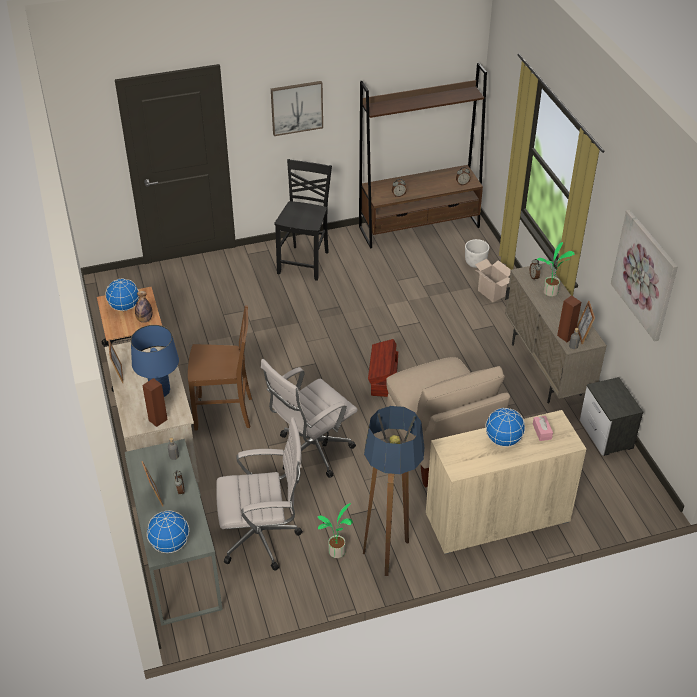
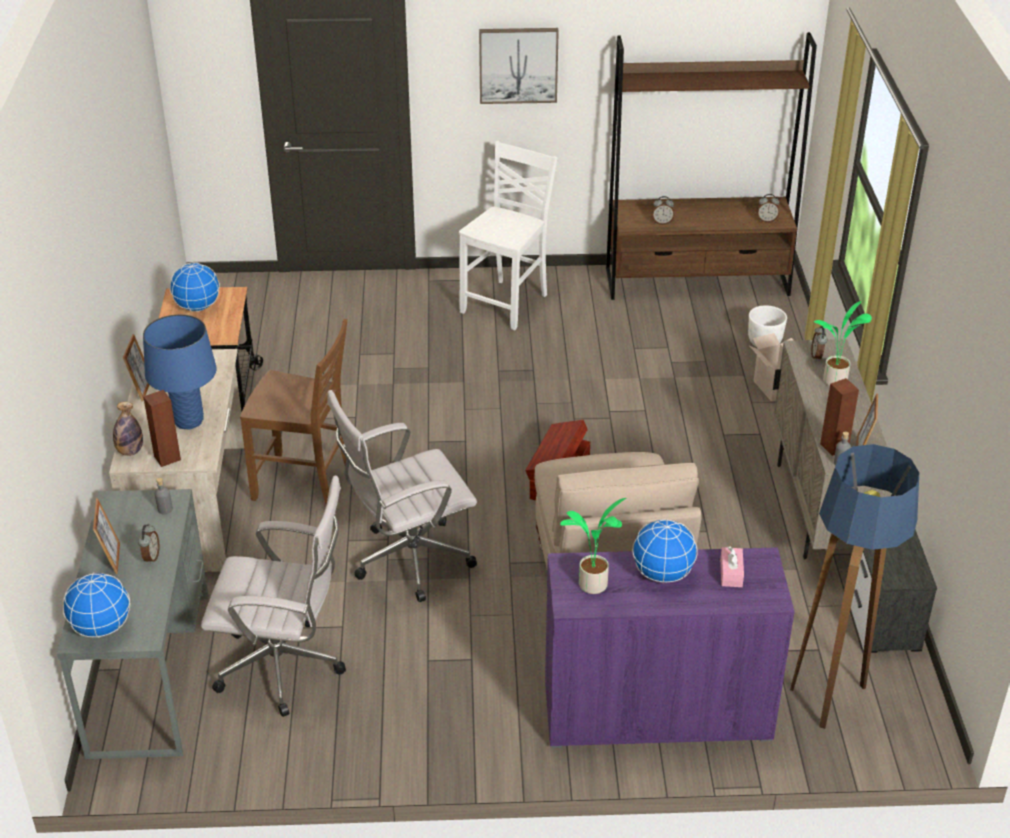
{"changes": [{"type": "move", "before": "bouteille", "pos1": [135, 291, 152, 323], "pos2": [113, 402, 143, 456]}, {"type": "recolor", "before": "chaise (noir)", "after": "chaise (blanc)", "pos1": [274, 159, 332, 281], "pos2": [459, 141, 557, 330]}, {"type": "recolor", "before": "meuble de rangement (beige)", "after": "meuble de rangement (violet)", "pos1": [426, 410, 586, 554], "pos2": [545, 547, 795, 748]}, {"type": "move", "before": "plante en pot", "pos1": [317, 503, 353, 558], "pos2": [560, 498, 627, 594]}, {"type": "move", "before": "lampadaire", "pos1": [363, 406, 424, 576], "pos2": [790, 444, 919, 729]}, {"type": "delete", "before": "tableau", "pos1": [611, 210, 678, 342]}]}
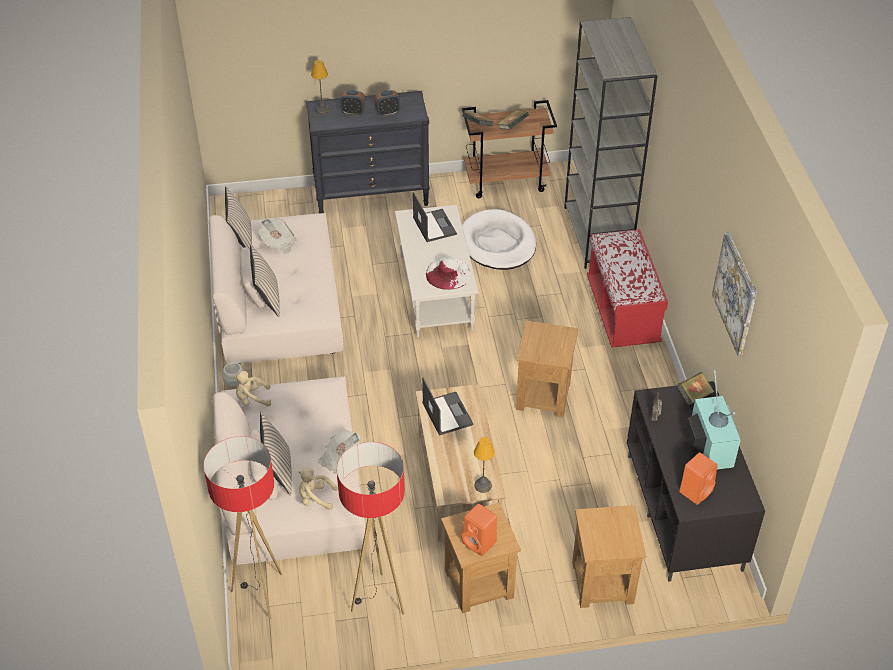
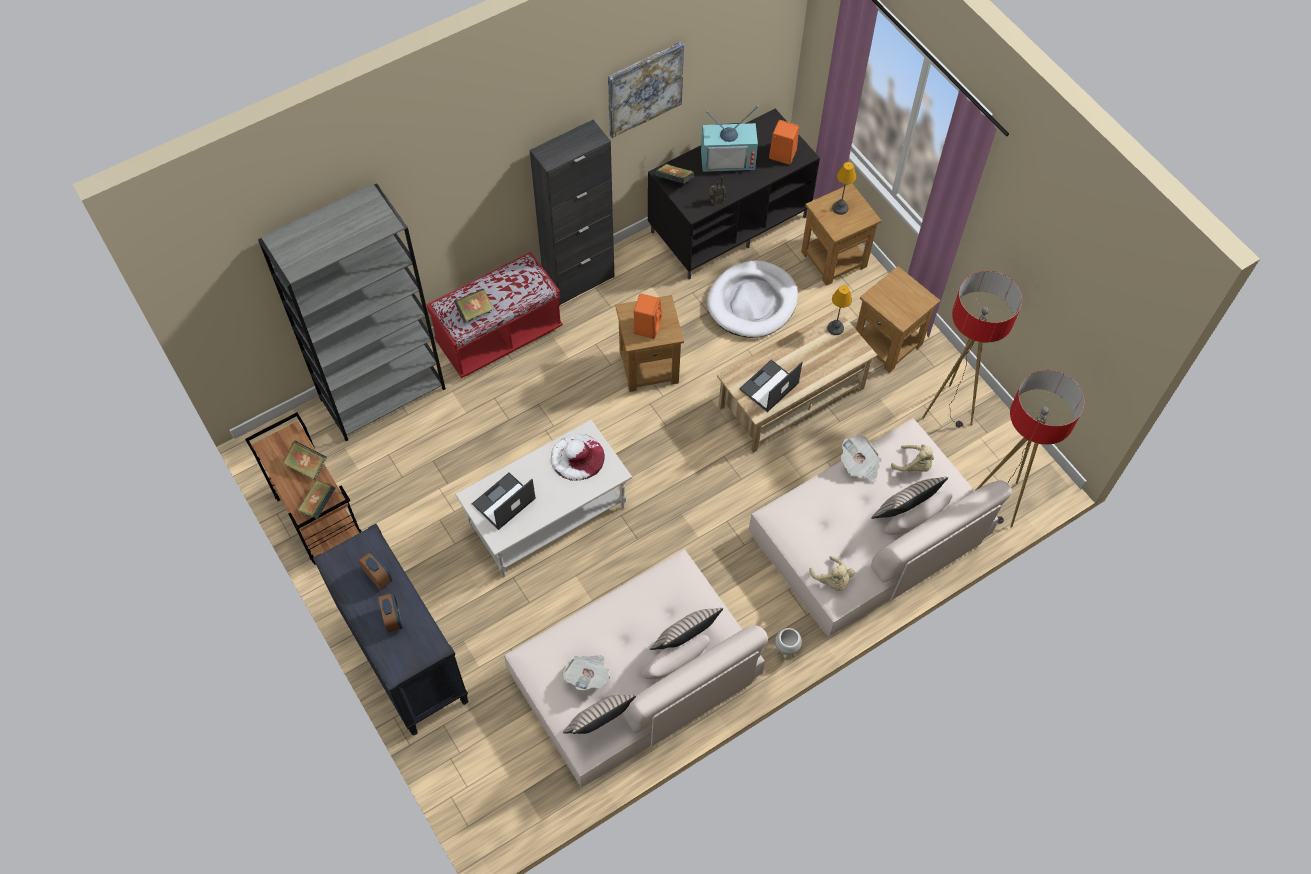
{"changes": [{"type": "insert", "after": "livre", "pos2": [454, 289, 494, 323]}, {"type": "insert", "after": "meuble de rangement (noir)", "pos2": [530, 120, 614, 306]}, {"type": "move", "before": "enceinte (orange)", "pos1": [462, 504, 497, 556], "pos2": [634, 294, 662, 339]}, {"type": "rotate", "before": "téléviseur", "pos1": [684, 370, 741, 470], "pos2": [701, 105, 759, 172], "turn": -150}, {"type": "move", "before": "panier pour chien (blanc)", "pos1": [462, 209, 536, 270], "pos2": [707, 260, 798, 338]}, {"type": "move", "before": "lampe de table", "pos1": [311, 60, 329, 114], "pos2": [832, 162, 856, 215]}, {"type": "rotate", "before": "peluche (beige)", "pos1": [298, 468, 338, 510], "pos2": [891, 444, 934, 472], "turn": -45}]}
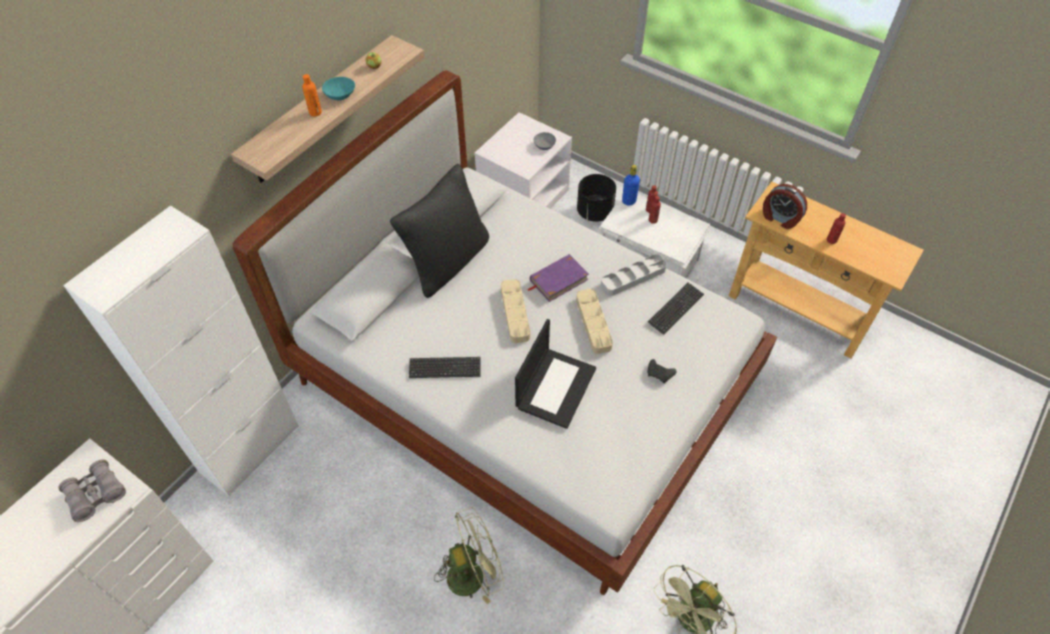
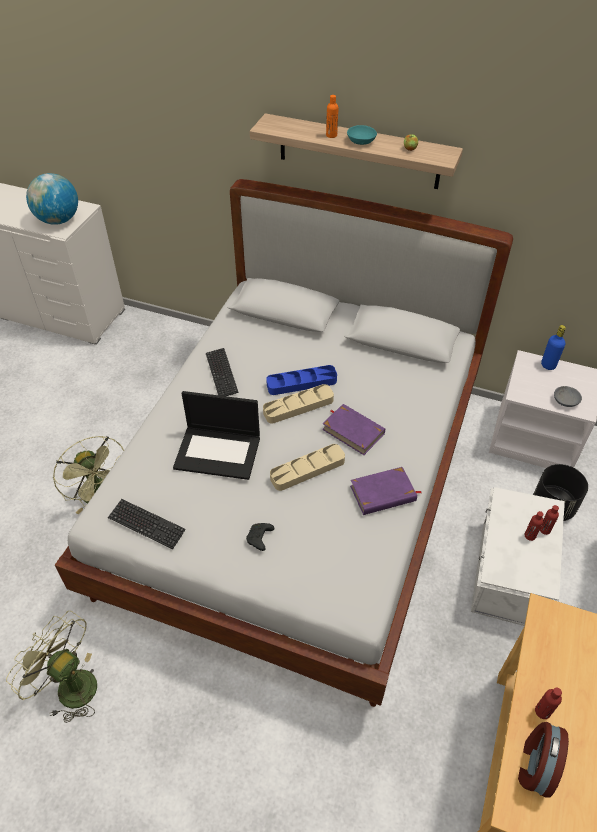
{"changes": [{"type": "replace", "before": "jumelles (gris)", "after": "globe", "pos1": [58, 460, 126, 522], "pos2": [26, 173, 78, 225]}, {"type": "move", "before": "clavier", "pos1": [648, 282, 704, 335], "pos2": [108, 499, 186, 549]}, {"type": "insert", "after": "plateau (bleu)", "pos2": [266, 365, 337, 395]}, {"type": "replace", "before": "plateau (gris)", "after": "livre (violet)", "pos1": [601, 254, 667, 296], "pos2": [350, 467, 422, 515]}, {"type": "move", "before": "réveil", "pos1": [763, 184, 807, 229], "pos2": [518, 722, 569, 798]}, {"type": "move", "before": "bouteille (bleu)", "pos1": [622, 165, 640, 206], "pos2": [541, 325, 566, 370]}, {"type": "delete", "before": "meuble de rangement (blanc)", "pos1": [63, 205, 299, 496]}, {"type": "delete", "before": "coussin (noir)", "pos1": [390, 164, 489, 298]}]}
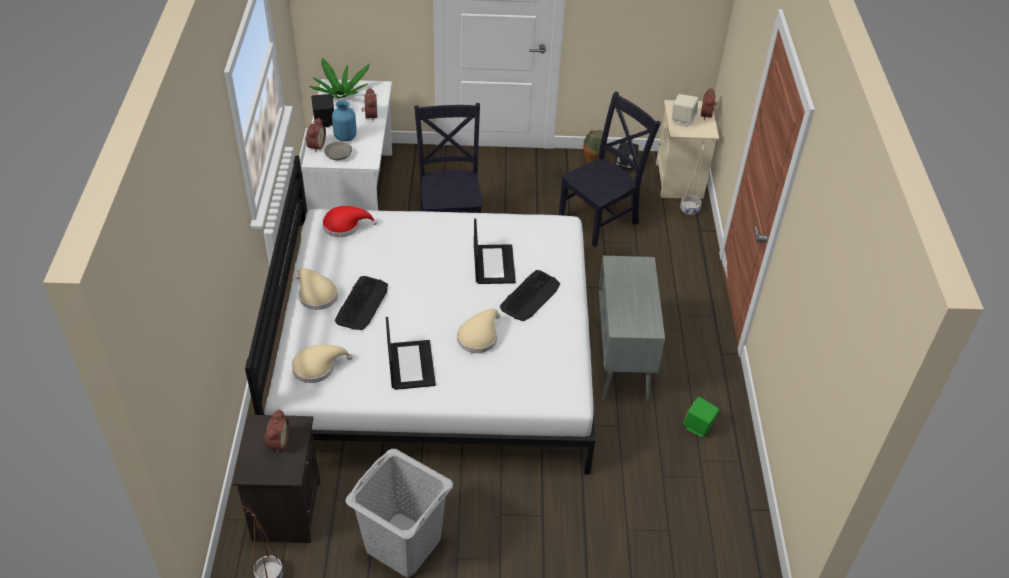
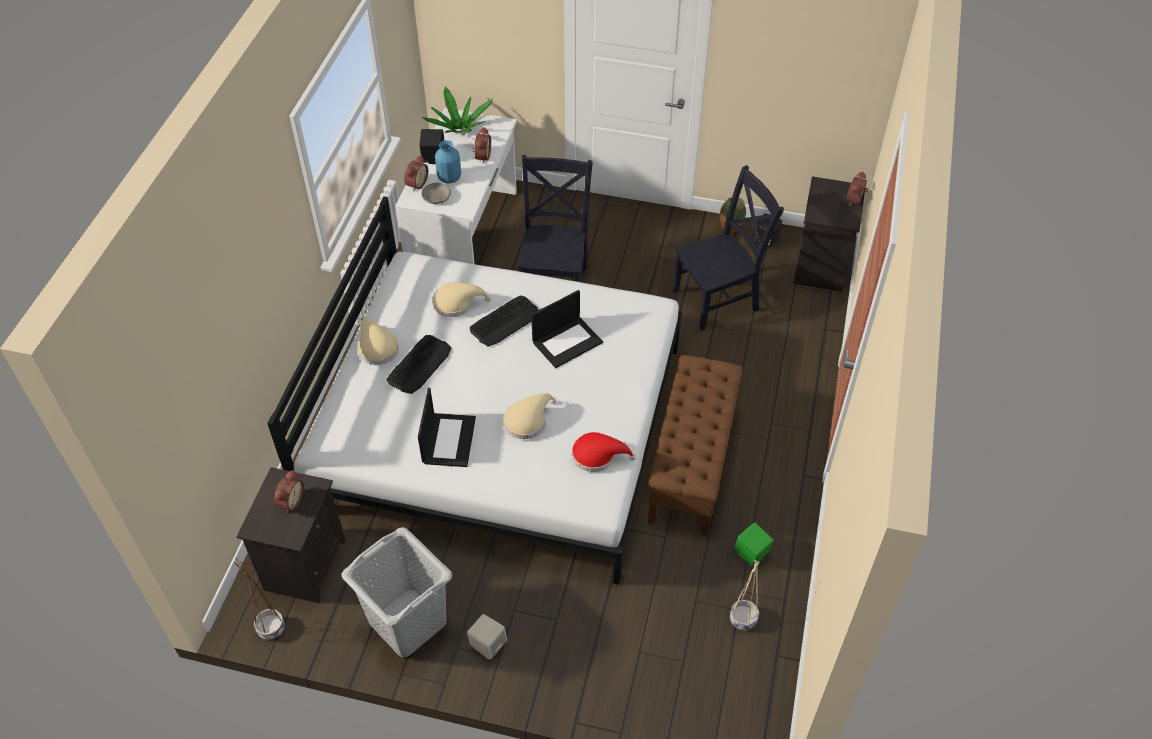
{"changes": [{"type": "move", "before": "chapeau (beige)", "pos1": [292, 345, 353, 383], "pos2": [432, 282, 491, 317]}, {"type": "move", "before": "enceinte (beige)", "pos1": [672, 94, 698, 127], "pos2": [467, 614, 507, 659]}, {"type": "move", "before": "clavier", "pos1": [500, 270, 560, 321], "pos2": [470, 295, 538, 346]}, {"type": "rotate", "before": "ordinateur portable", "pos1": [474, 218, 516, 284], "pos2": [531, 290, 603, 368], "turn": 45}, {"type": "move", "before": "chapeau (rouge)", "pos1": [322, 206, 377, 237], "pos2": [572, 432, 636, 472]}, {"type": "replace", "before": "meuble de rangement (gris)", "after": "banc (marron)", "pos1": [597, 256, 665, 401], "pos2": [648, 355, 743, 536]}, {"type": "move", "before": "cache-pot (beige)", "pos1": [680, 140, 707, 215], "pos2": [730, 560, 759, 630]}, {"type": "recolor", "before": "table de chevet (beige)", "after": "table de chevet (noir)", "pos1": [656, 100, 719, 199], "pos2": [794, 176, 866, 292]}]}
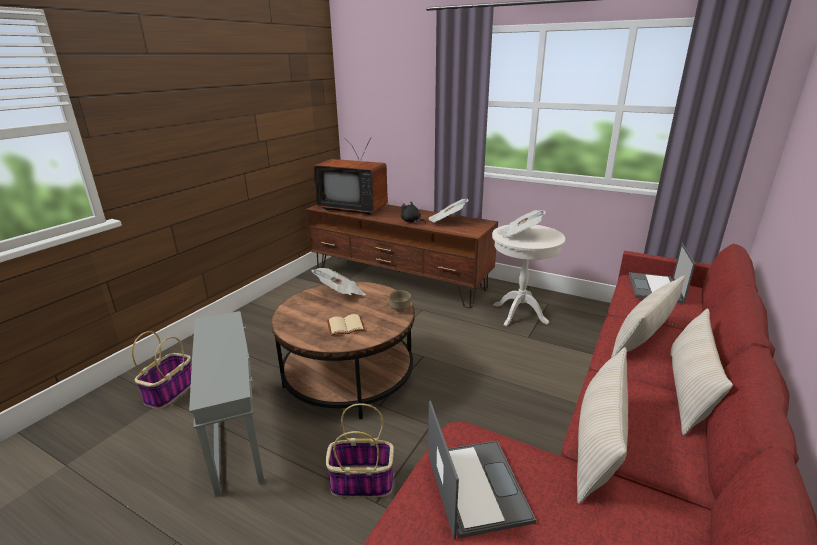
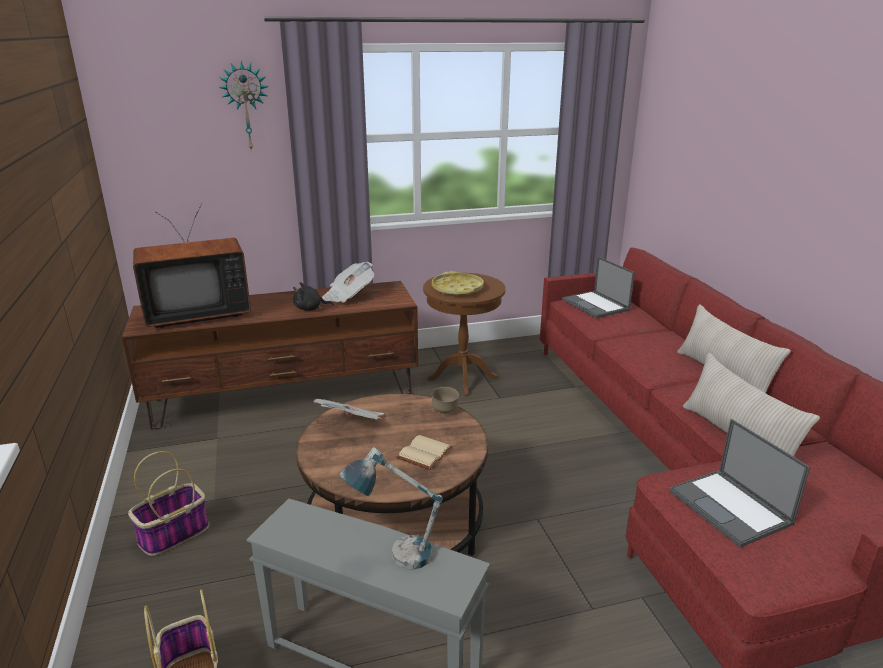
{"changes": [{"type": "move", "before": "panier", "pos1": [326, 403, 394, 497], "pos2": [128, 451, 209, 556]}, {"type": "insert", "after": "horloge murale", "pos2": [219, 61, 269, 152]}, {"type": "insert", "after": "lampe de table", "pos2": [339, 447, 443, 570]}, {"type": "recolor", "before": "table d'appoint (blanc)", "after": "table d'appoint (marron)", "pos1": [492, 224, 565, 326], "pos2": [423, 273, 506, 396]}, {"type": "replace", "before": "journal", "after": "plateau (jaune)", "pos1": [497, 210, 546, 238], "pos2": [432, 271, 483, 295]}, {"type": "rotate", "before": "ordinateur portable", "pos1": [428, 400, 536, 539], "pos2": [669, 419, 810, 548], "turn": -150}, {"type": "delete", "before": "coussin (beige)", "pos1": [611, 276, 685, 358]}]}
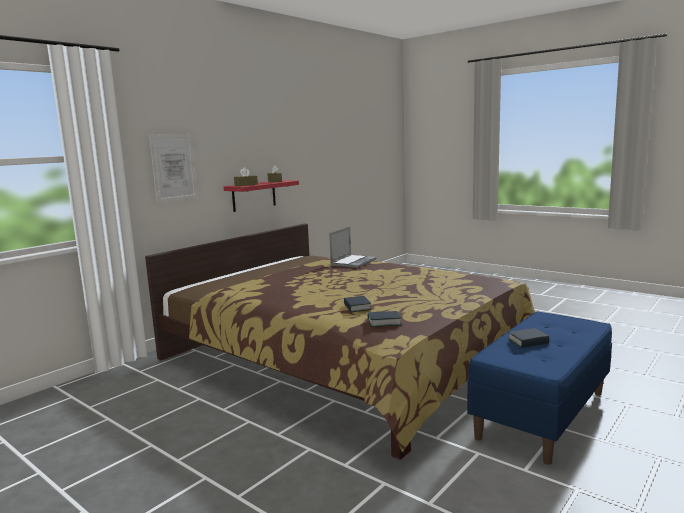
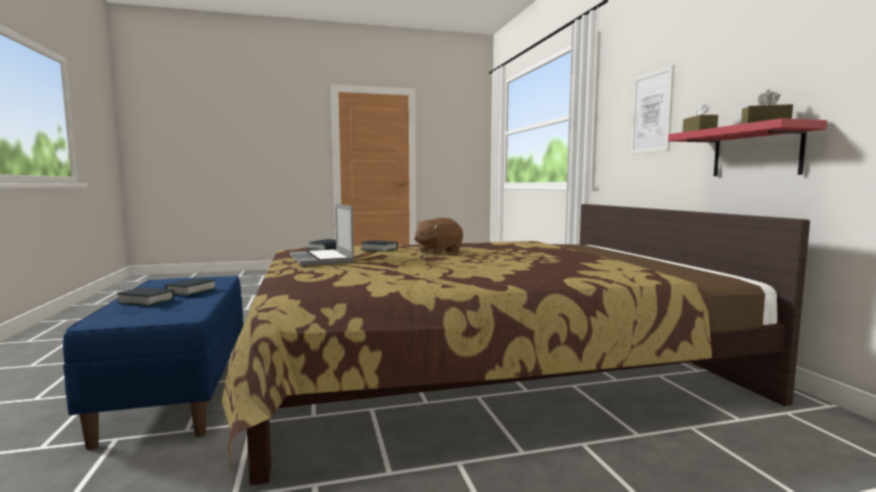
{"changes": [{"type": "insert", "after": "livre", "pos2": [117, 287, 175, 306]}, {"type": "move", "before": "ordinateur portable", "pos1": [329, 227, 376, 268], "pos2": [290, 204, 354, 266]}, {"type": "insert", "after": "peluche (marron)", "pos2": [414, 218, 463, 255]}]}
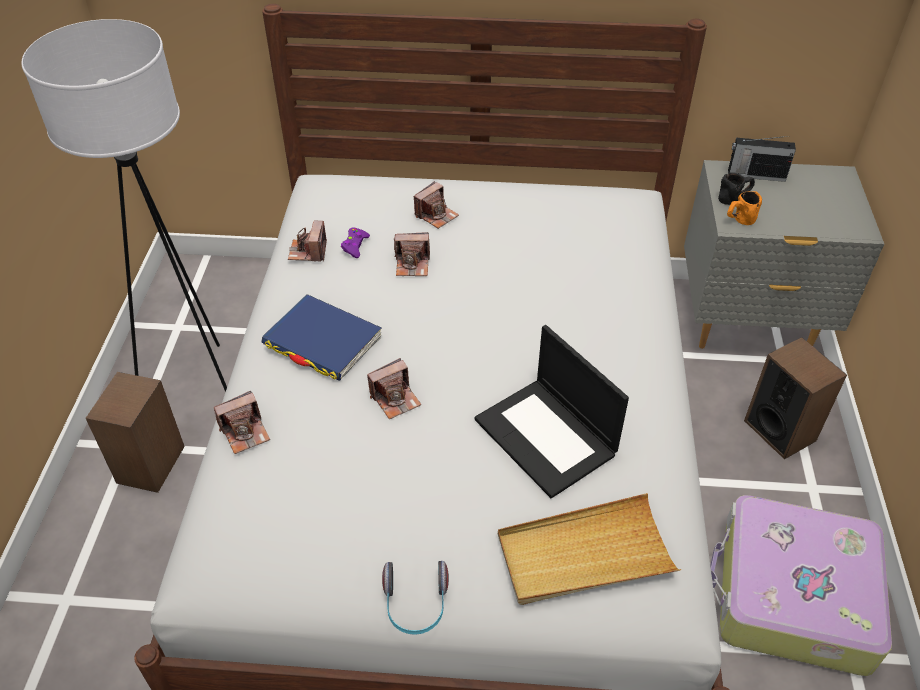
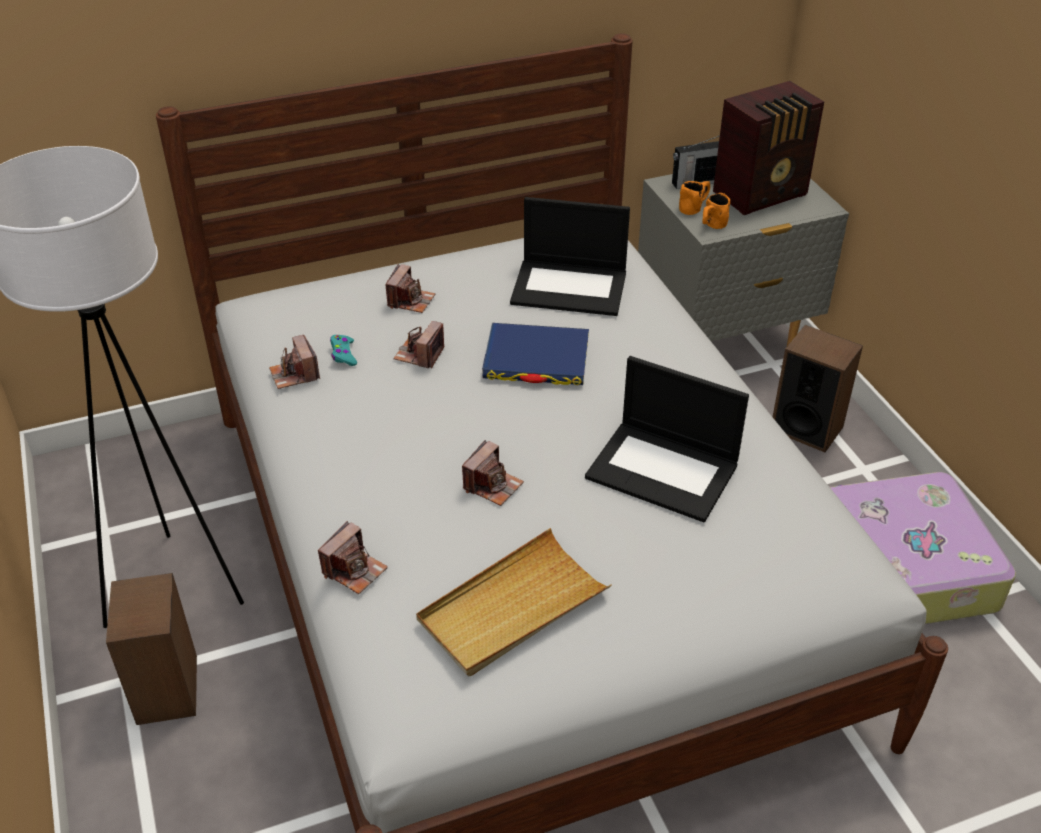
{"changes": [{"type": "recolor", "before": "manette (violet)", "after": "manette (turquoise)", "pos1": [341, 227, 370, 258], "pos2": [330, 335, 357, 366]}, {"type": "rotate", "before": "appareil photo", "pos1": [394, 232, 430, 276], "pos2": [393, 321, 444, 369], "turn": 135}, {"type": "move", "before": "plateau (beige)", "pos1": [498, 493, 681, 605], "pos2": [416, 528, 612, 676]}, {"type": "move", "before": "livre (bleu)", "pos1": [262, 294, 382, 381], "pos2": [482, 323, 589, 385]}, {"type": "insert", "after": "ordinateur portable", "pos2": [510, 197, 630, 316]}, {"type": "recolor", "before": "mug (noir)", "after": "mug (orange)", "pos1": [718, 172, 755, 205], "pos2": [679, 181, 710, 215]}, {"type": "insert", "after": "radio", "pos2": [713, 81, 824, 215]}, {"type": "delete", "before": "casque audio", "pos1": [382, 561, 449, 635]}]}
